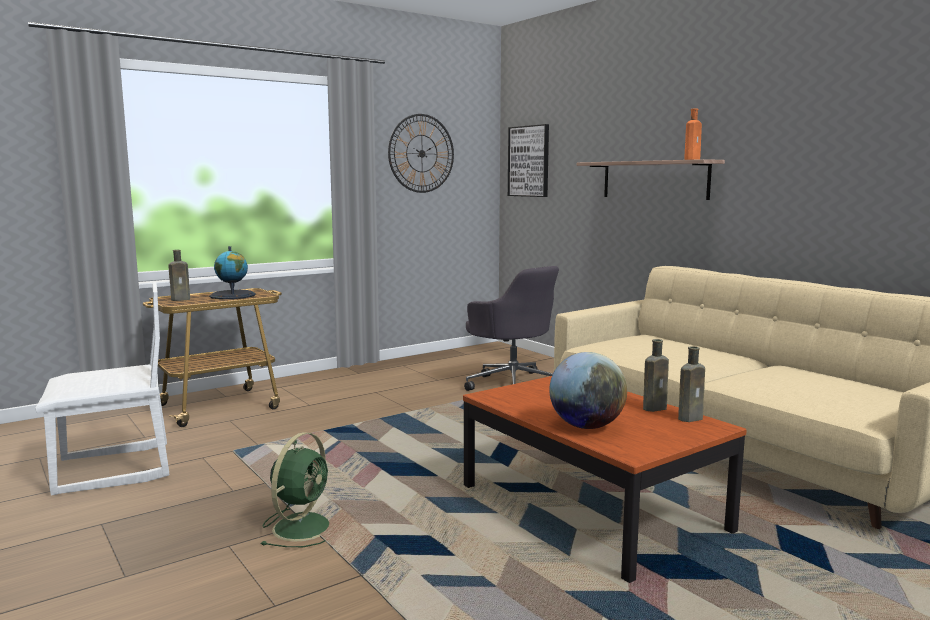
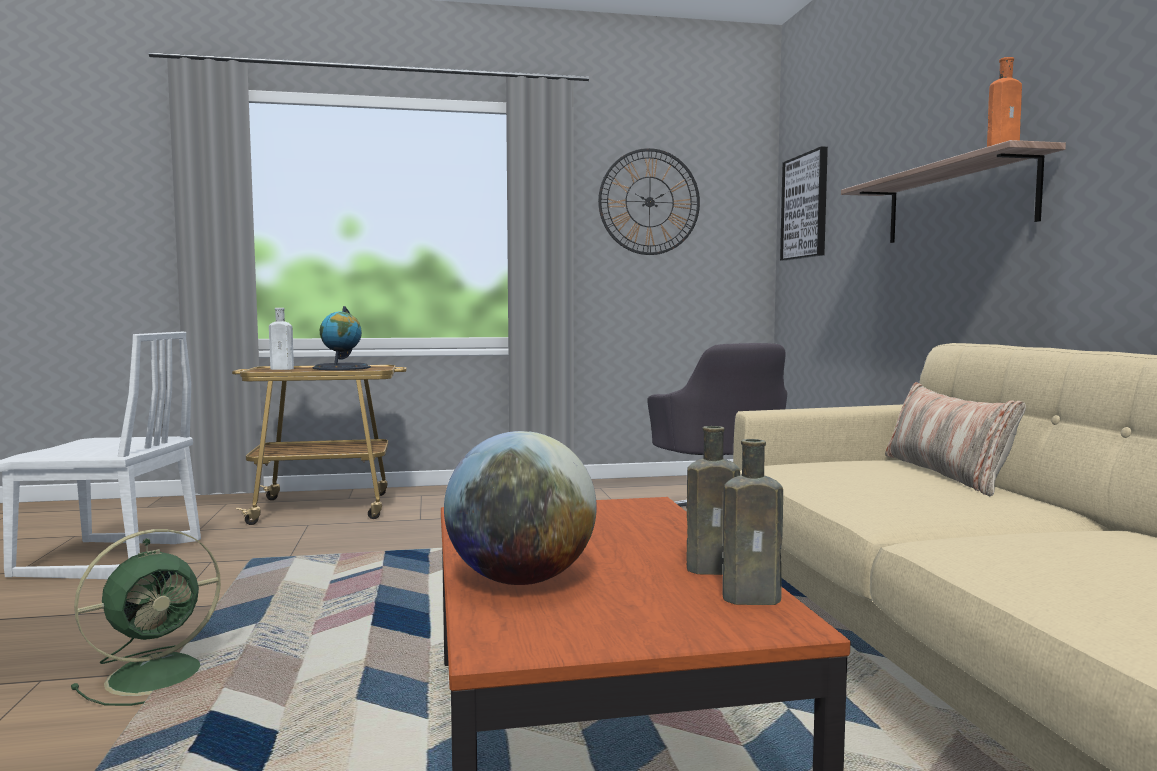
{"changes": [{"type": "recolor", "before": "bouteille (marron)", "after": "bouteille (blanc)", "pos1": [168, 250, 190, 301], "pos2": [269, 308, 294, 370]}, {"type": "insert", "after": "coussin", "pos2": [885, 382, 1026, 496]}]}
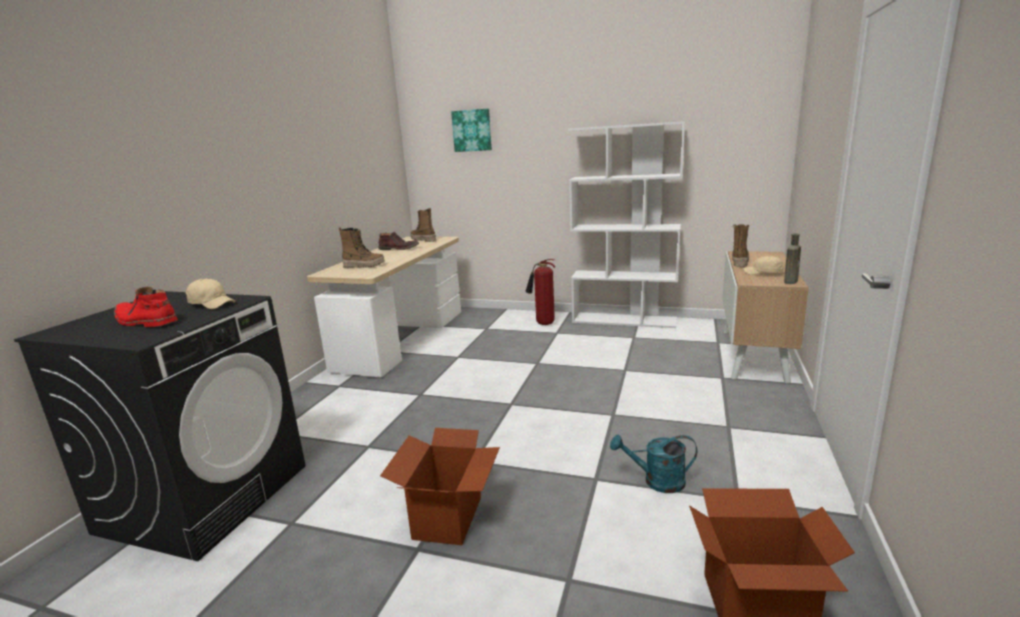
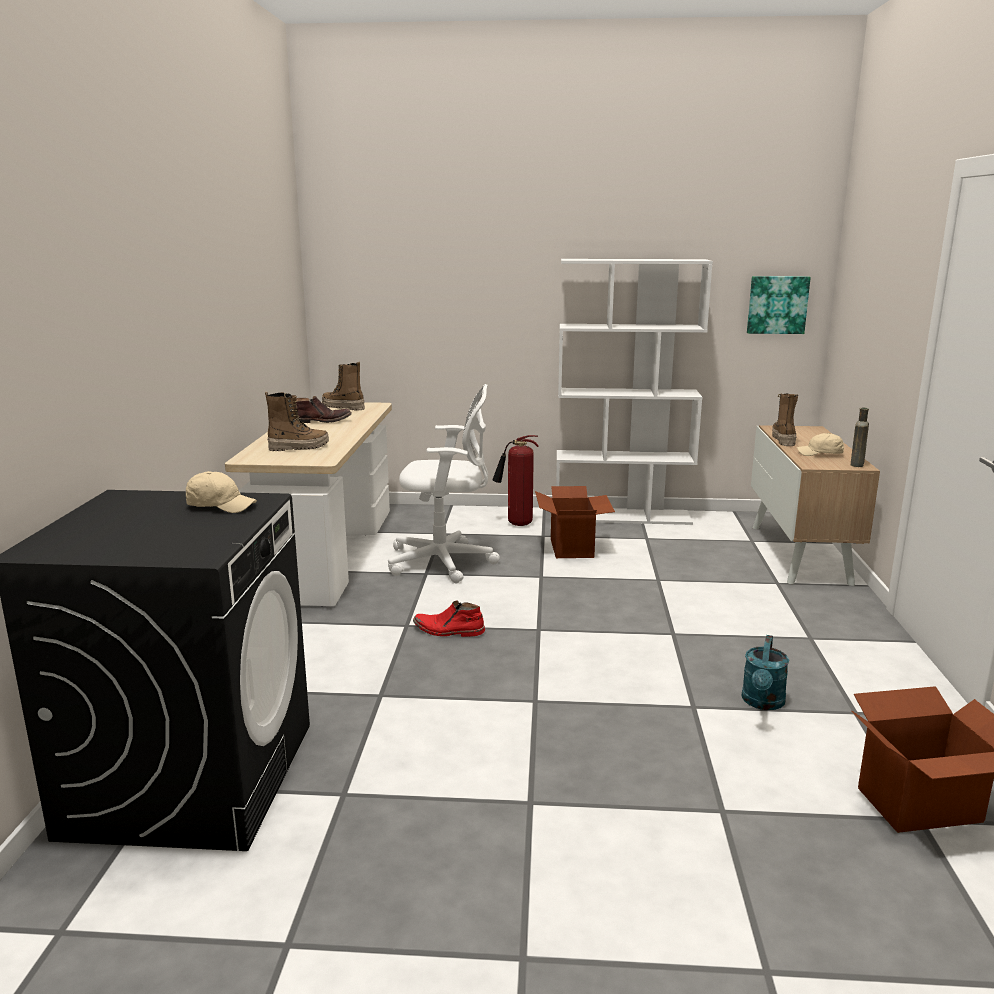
{"changes": [{"type": "insert", "after": "chaise de bureau (blanc)", "pos2": [388, 384, 500, 583]}, {"type": "move", "before": "botte (rouge)", "pos1": [114, 287, 178, 327], "pos2": [413, 601, 485, 637]}, {"type": "move", "before": "carton", "pos1": [380, 428, 500, 545], "pos2": [535, 486, 615, 558]}, {"type": "rotate", "before": "arrosoir (turquoise)", "pos1": [610, 434, 697, 493], "pos2": [741, 635, 789, 710], "turn": -60}, {"type": "move", "before": "tableau", "pos1": [451, 109, 492, 152], "pos2": [747, 276, 811, 334]}]}
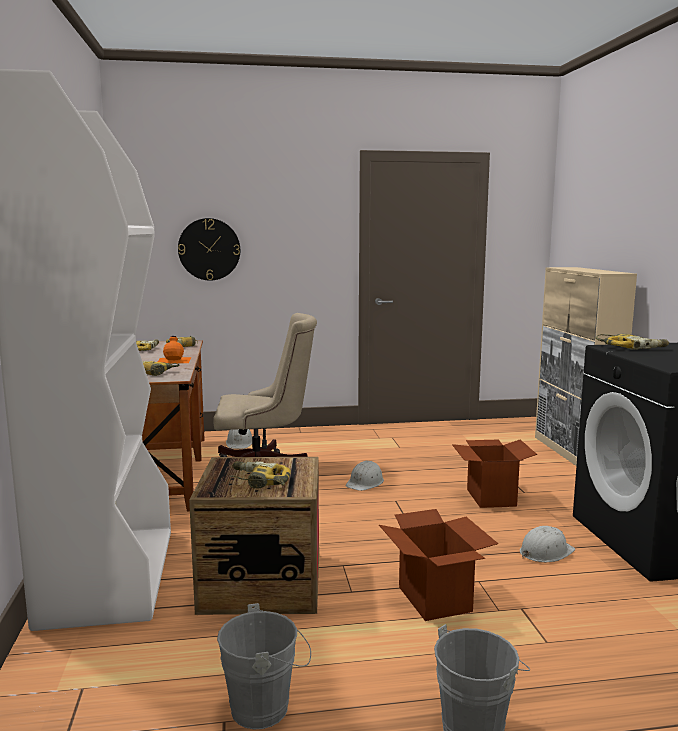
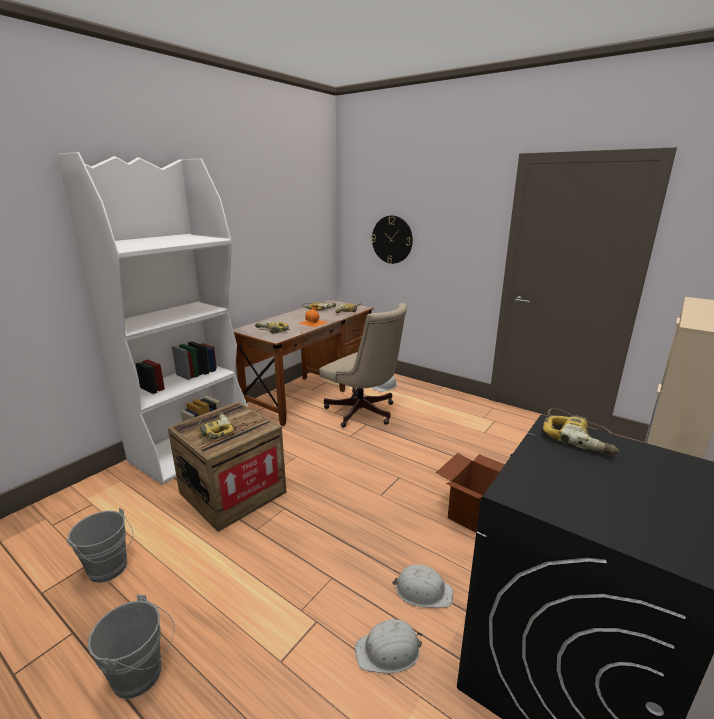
{"changes": [{"type": "move", "before": "casque de chantier (blanc)", "pos1": [346, 460, 384, 491], "pos2": [355, 619, 422, 673]}, {"type": "delete", "before": "carton", "pos1": [379, 509, 498, 621]}]}
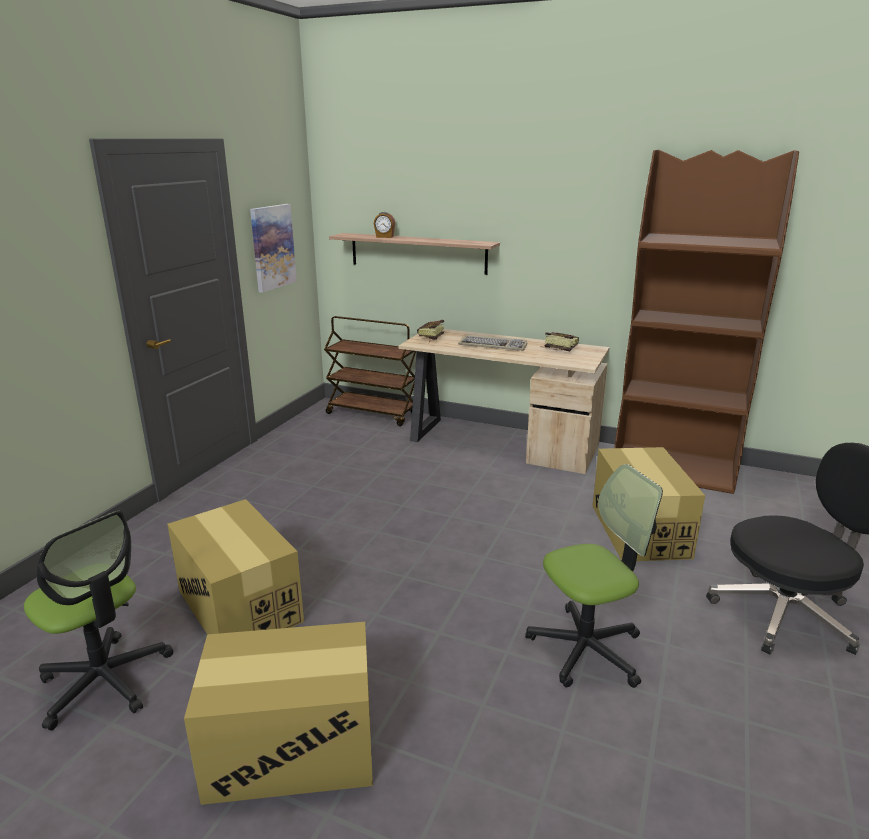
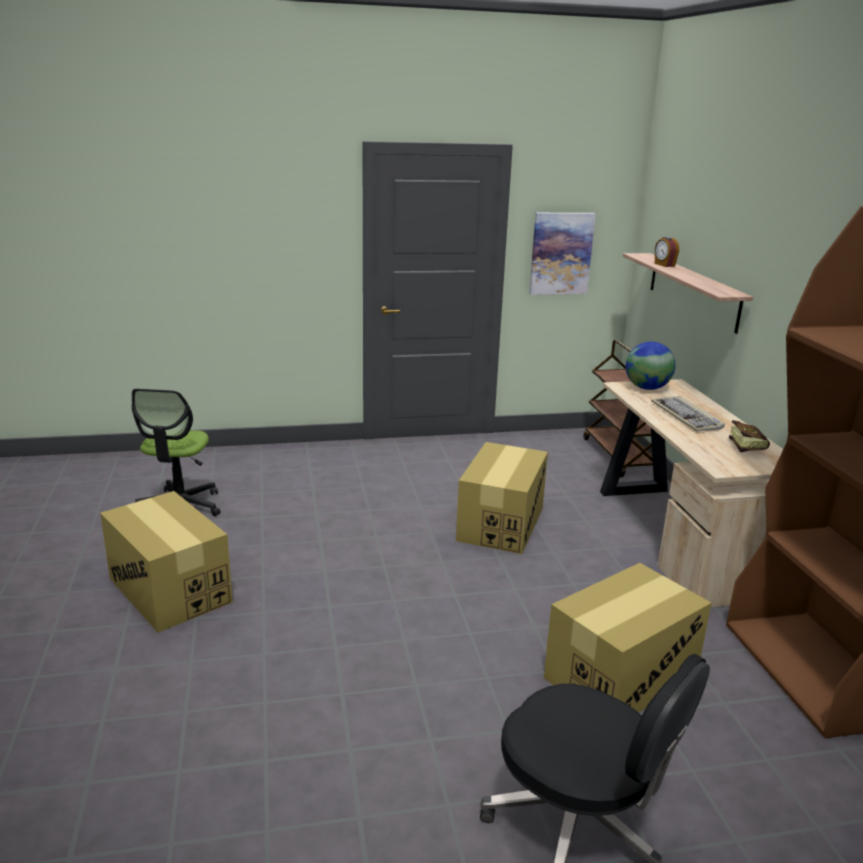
{"changes": [{"type": "move", "before": "carton", "pos1": [167, 499, 304, 634], "pos2": [456, 442, 548, 554]}, {"type": "replace", "before": "livre", "after": "globe", "pos1": [417, 320, 444, 344], "pos2": [626, 342, 675, 390]}, {"type": "delete", "before": "chaise de bureau", "pos1": [525, 464, 663, 688]}]}
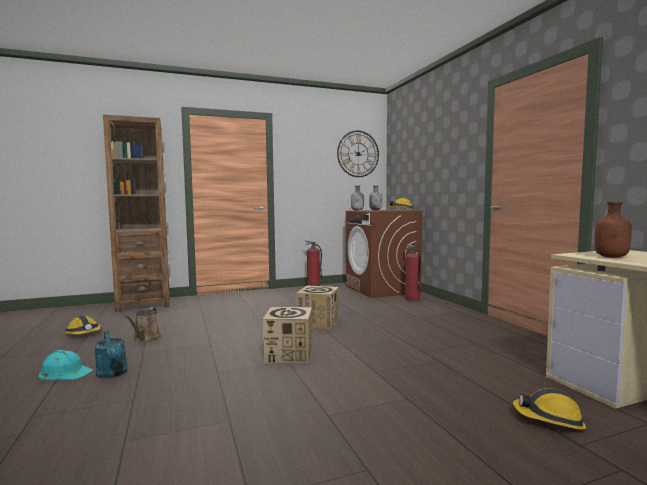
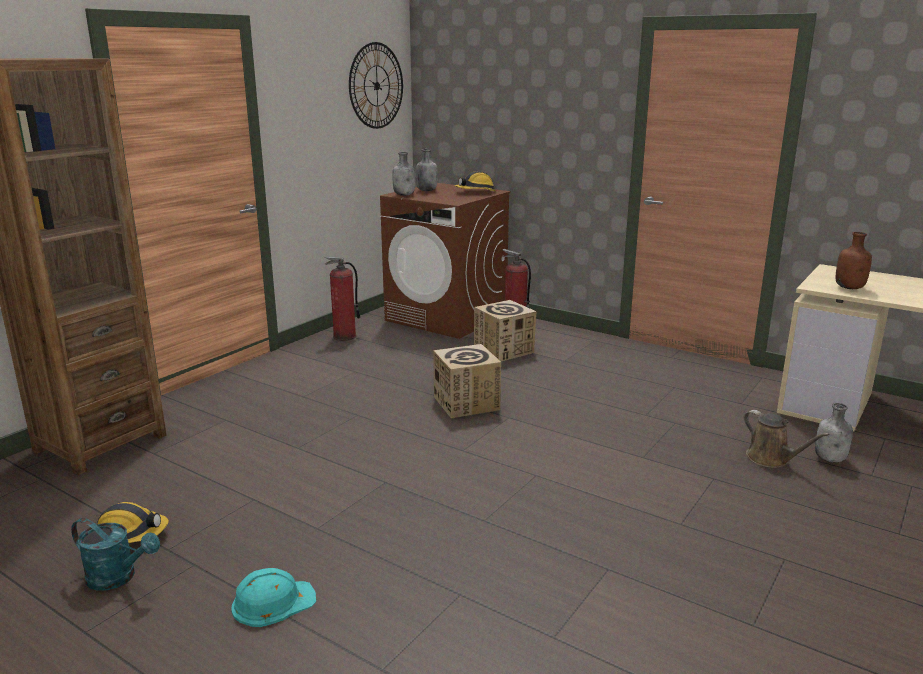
{"changes": [{"type": "move", "before": "arrosoir (turquoise)", "pos1": [94, 331, 127, 378], "pos2": [71, 518, 160, 591]}, {"type": "move", "before": "carton", "pos1": [263, 307, 312, 363], "pos2": [474, 300, 536, 361]}, {"type": "move", "before": "arrosoir (marron)", "pos1": [125, 307, 161, 342], "pos2": [744, 410, 830, 468]}, {"type": "replace", "before": "casque de chantier", "after": "bouteille (gris)", "pos1": [513, 388, 586, 430], "pos2": [815, 403, 853, 463]}]}
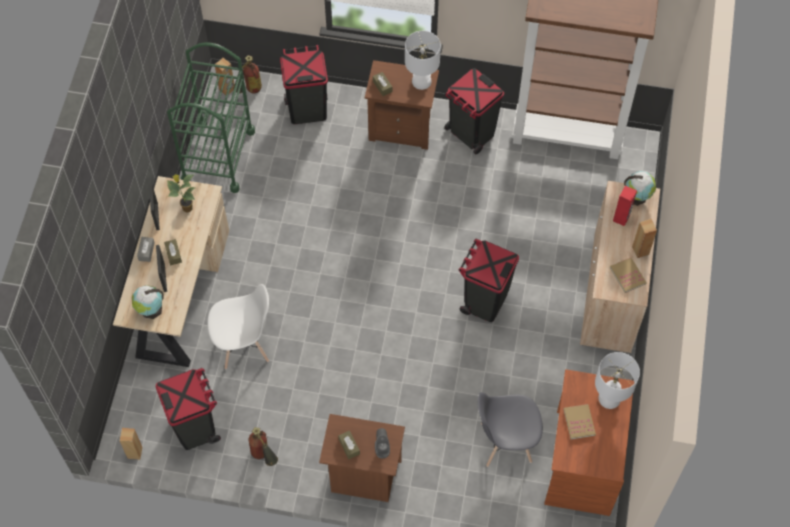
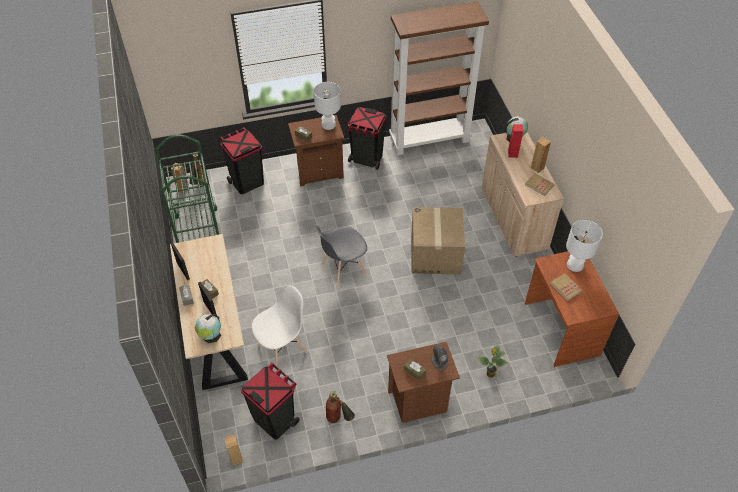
{"changes": [{"type": "move", "before": "chaise (gris)", "pos1": [478, 392, 543, 467], "pos2": [315, 225, 367, 288]}, {"type": "replace", "before": "poubelle (noir)", "after": "carton", "pos1": [459, 238, 519, 322], "pos2": [411, 207, 465, 274]}, {"type": "move", "before": "plante en pot", "pos1": [167, 174, 196, 213], "pos2": [477, 345, 508, 378]}]}
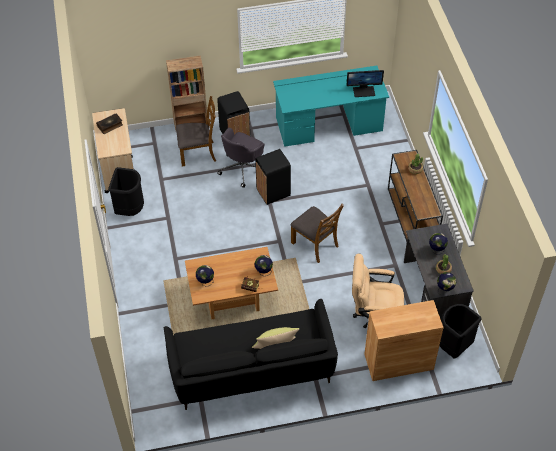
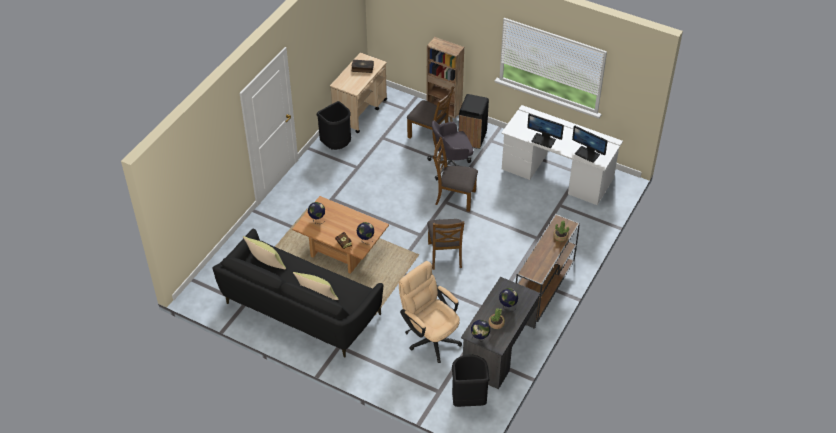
{"changes": [{"type": "insert", "after": "coussin (jaune)", "pos2": [243, 236, 286, 269]}, {"type": "replace", "before": "poubelle (noir)", "after": "chaise (marron)", "pos1": [255, 149, 291, 205], "pos2": [433, 137, 478, 212]}, {"type": "recolor", "before": "bureau (turquoise)", "after": "bureau (blanc)", "pos1": [273, 66, 389, 147], "pos2": [501, 105, 623, 205]}, {"type": "insert", "after": "écran d'ordinateur", "pos2": [527, 114, 564, 148]}, {"type": "delete", "before": "meuble de rangement (marron)", "pos1": [364, 300, 444, 381]}]}
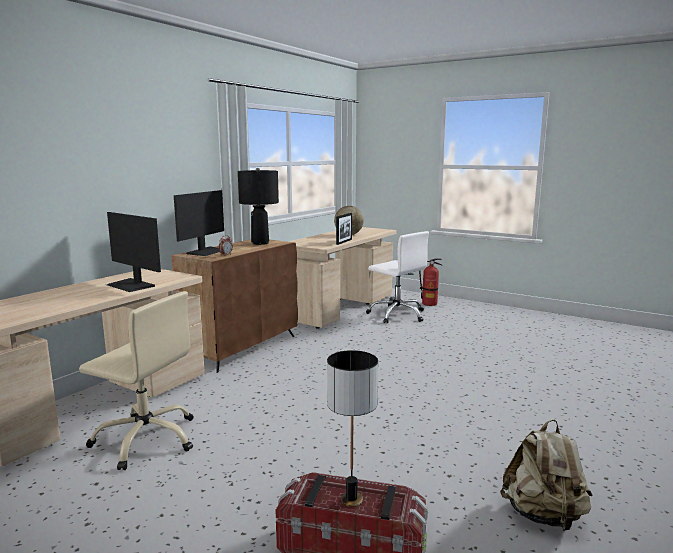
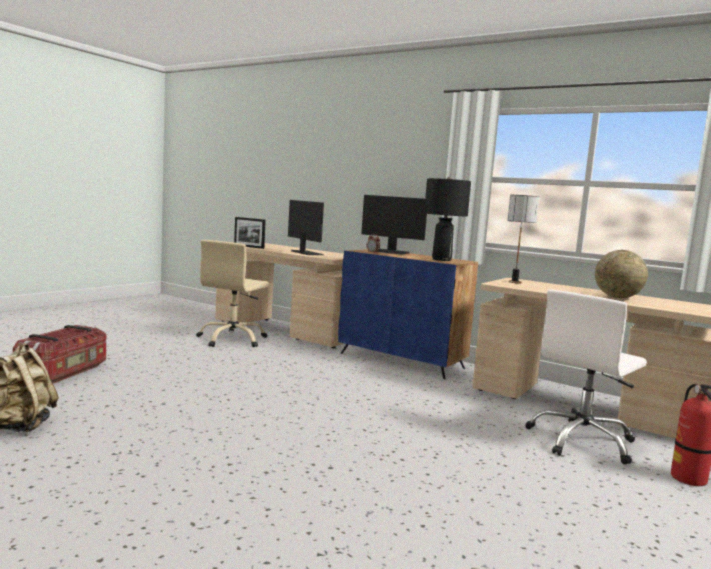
{"changes": [{"type": "move", "before": "cadre photo", "pos1": [336, 213, 352, 245], "pos2": [234, 217, 266, 249]}, {"type": "rotate", "before": "écran d'ordinateur", "pos1": [107, 212, 161, 292], "pos2": [288, 200, 324, 255], "turn": 105}, {"type": "recolor", "before": "meuble de rangement (marron)", "after": "meuble de rangement (bleu)", "pos1": [171, 239, 298, 373], "pos2": [338, 249, 478, 379]}, {"type": "move", "before": "lampe de table", "pos1": [327, 350, 378, 507], "pos2": [507, 195, 539, 284]}]}
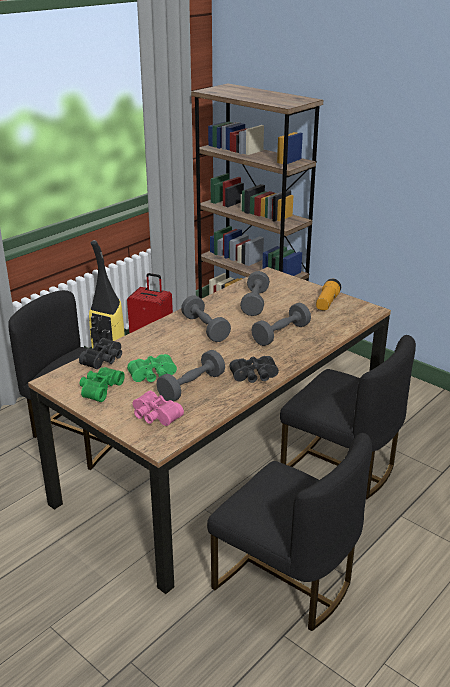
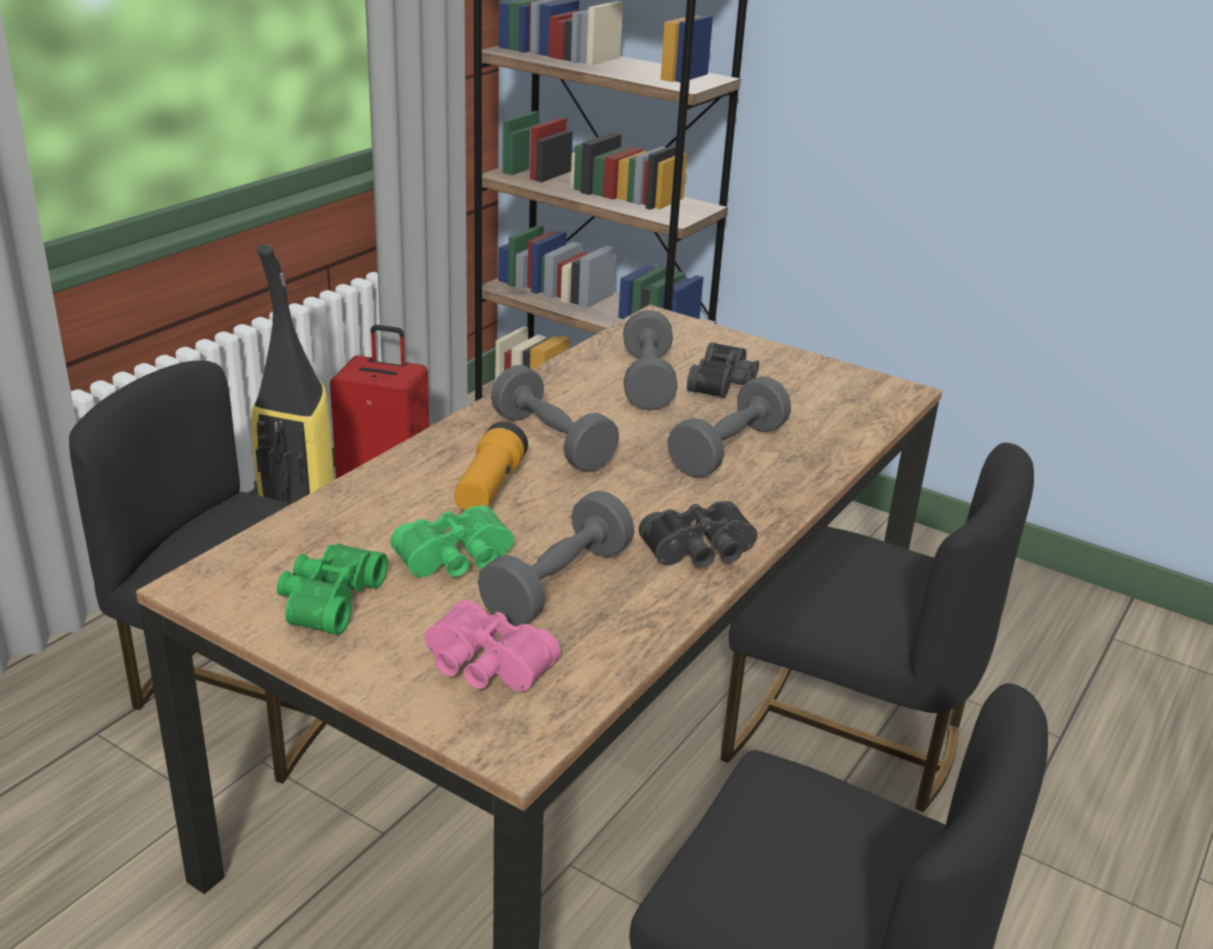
{"changes": [{"type": "move", "before": "lampe de poche", "pos1": [316, 279, 341, 311], "pos2": [455, 421, 528, 511]}, {"type": "move", "before": "jumelles (noir)", "pos1": [79, 338, 122, 369], "pos2": [687, 342, 759, 398]}]}
